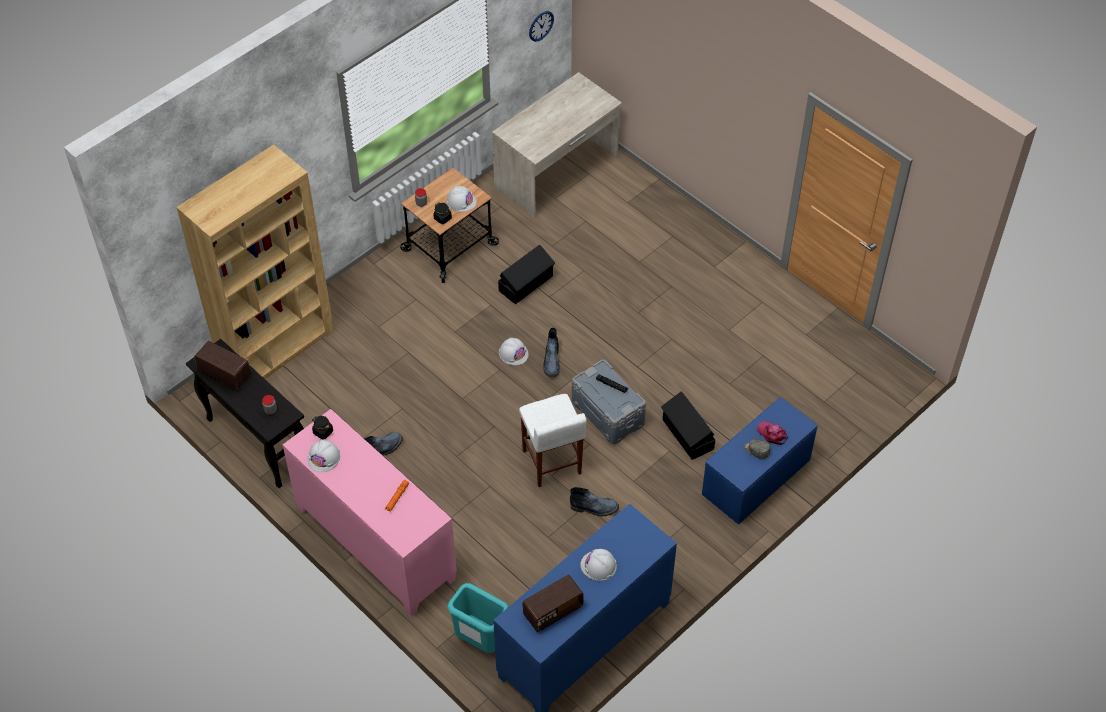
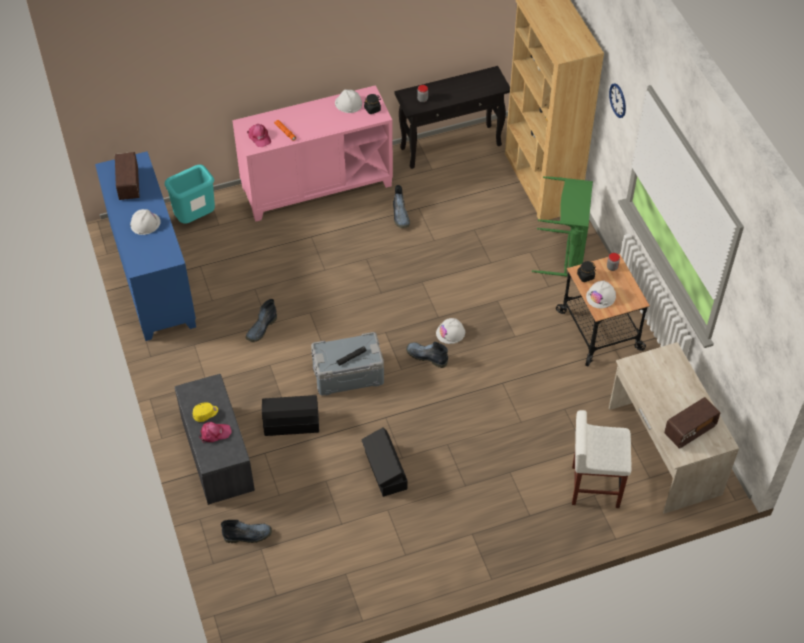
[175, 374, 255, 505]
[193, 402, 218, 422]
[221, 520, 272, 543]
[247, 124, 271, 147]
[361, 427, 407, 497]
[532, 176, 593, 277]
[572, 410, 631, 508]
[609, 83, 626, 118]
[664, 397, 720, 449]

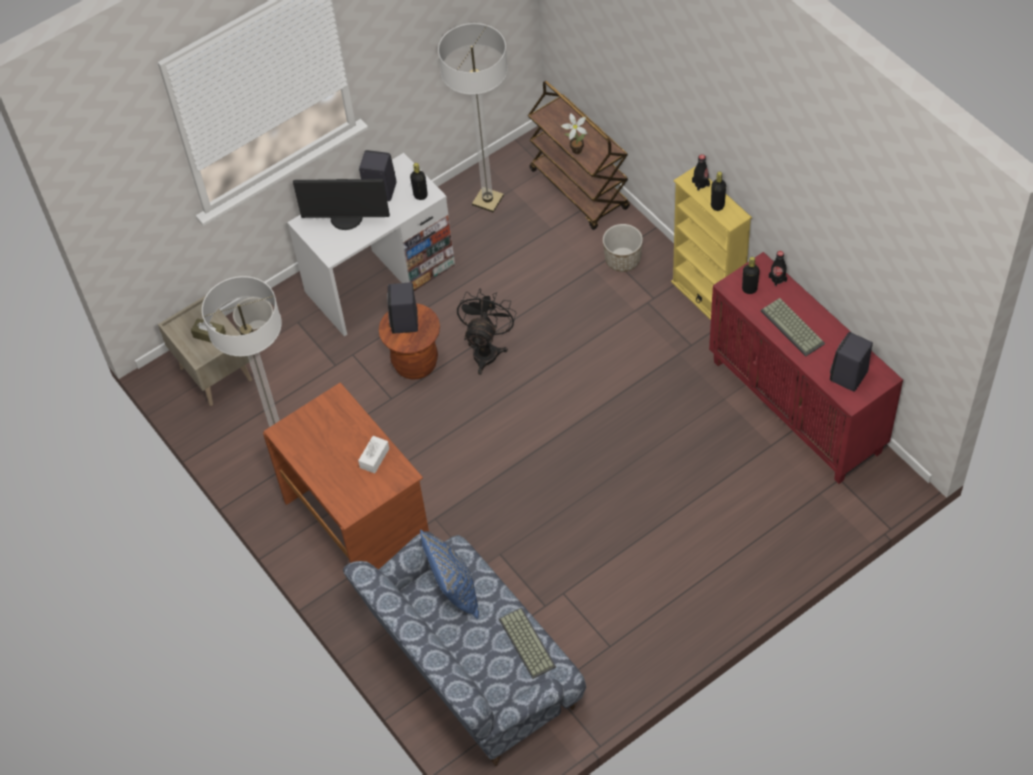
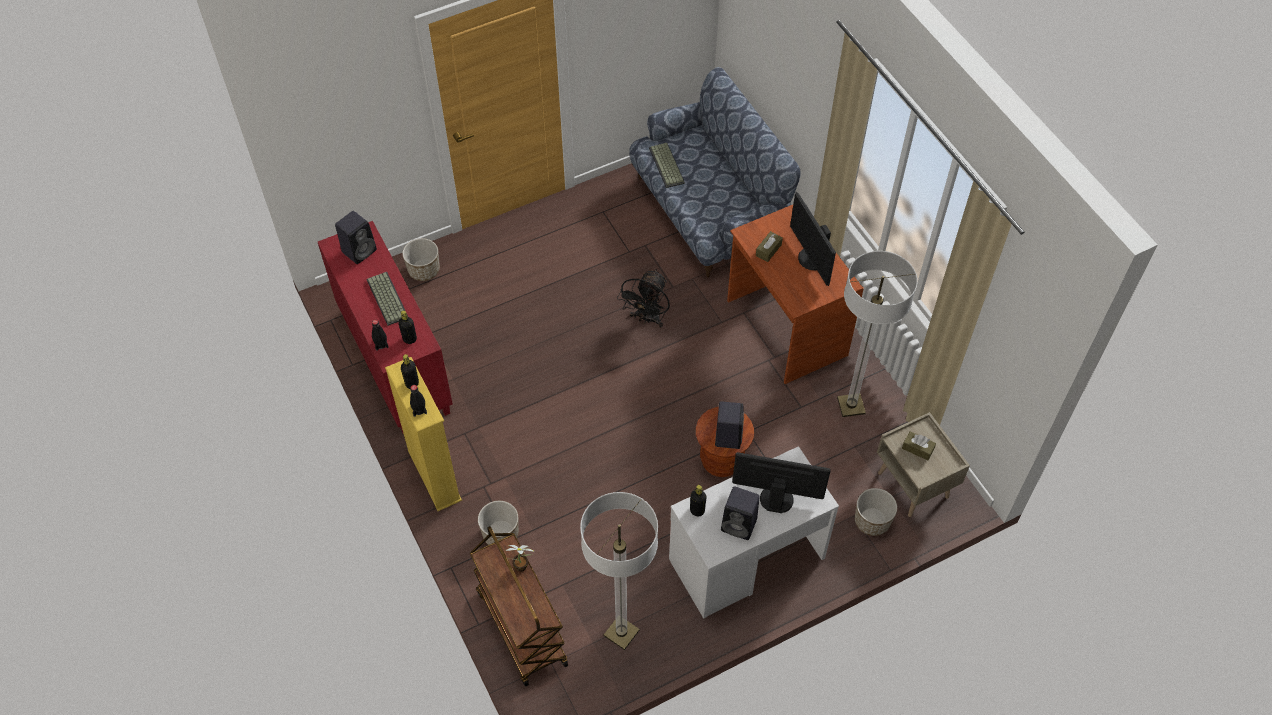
[402, 238, 440, 281]
[617, 269, 670, 327]
[756, 231, 783, 262]
[790, 192, 836, 286]
[420, 530, 479, 619] (first image)

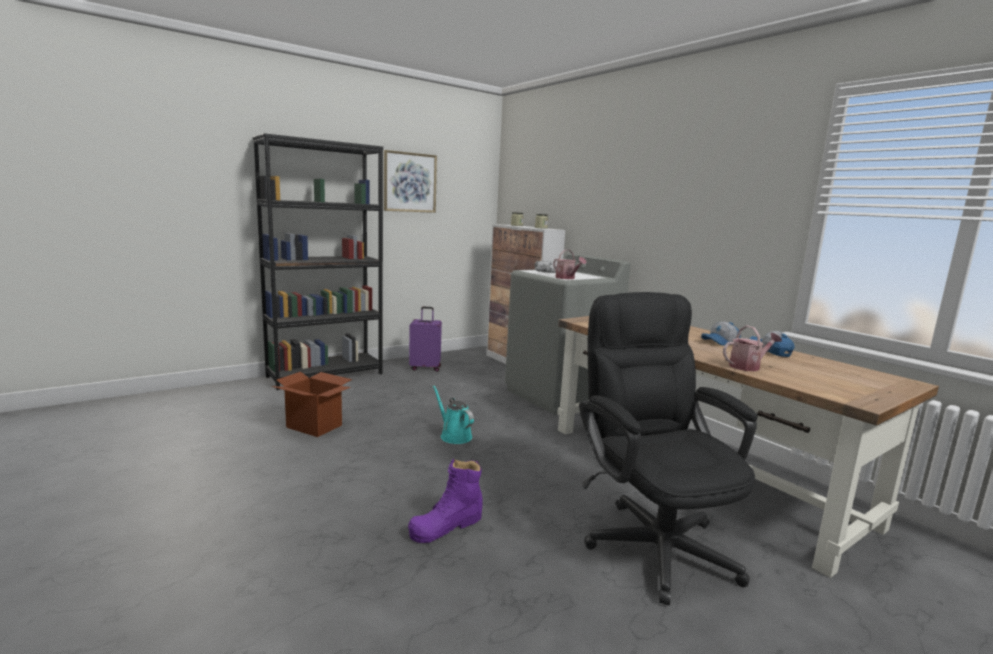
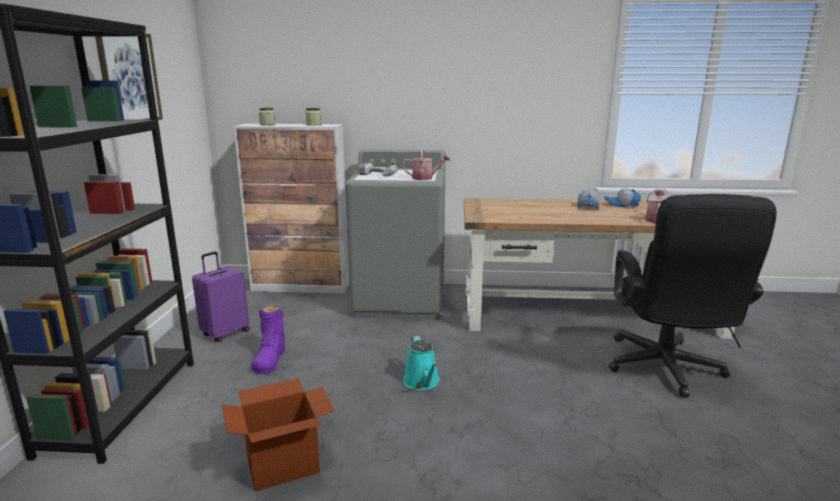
[251, 305, 285, 374]
[403, 336, 440, 390]
[609, 194, 777, 397]

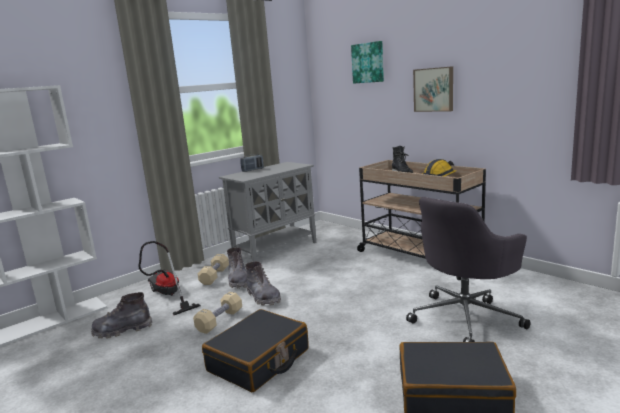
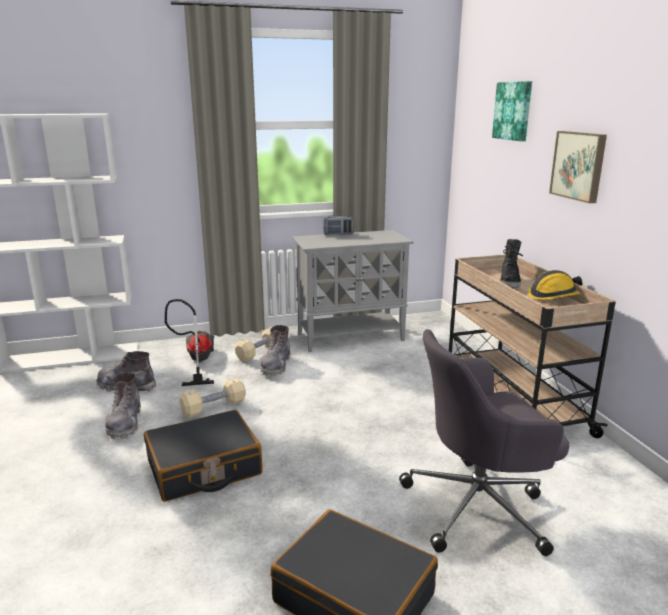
[105, 373, 141, 439]

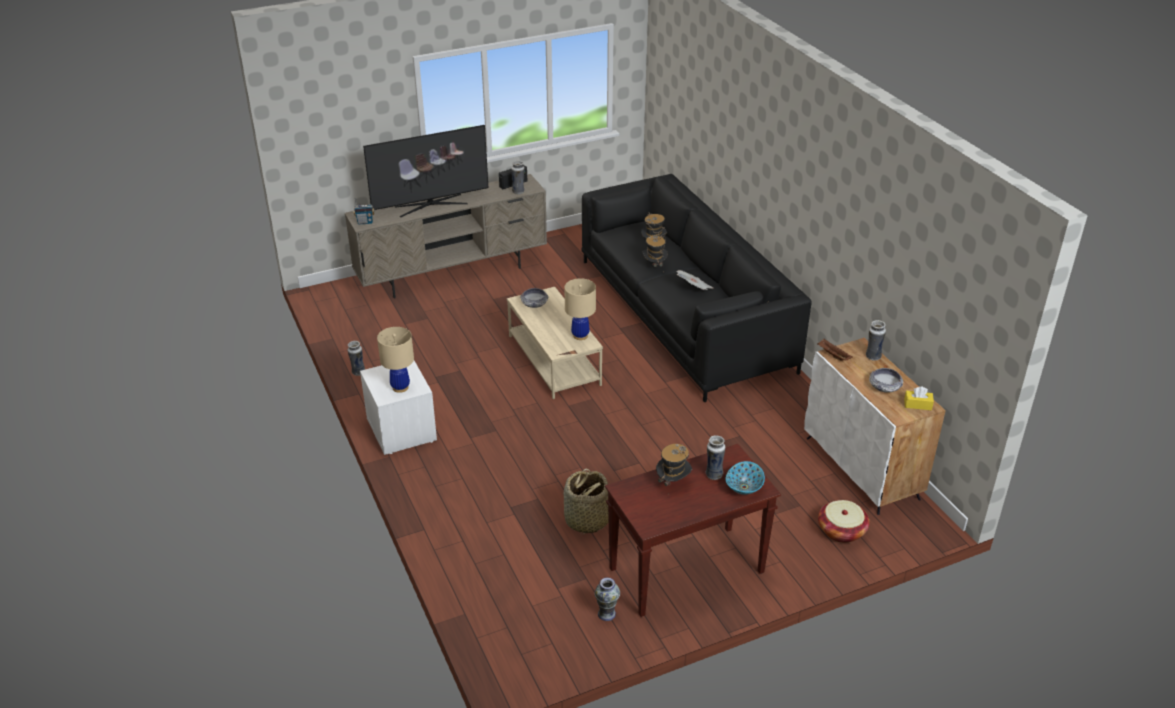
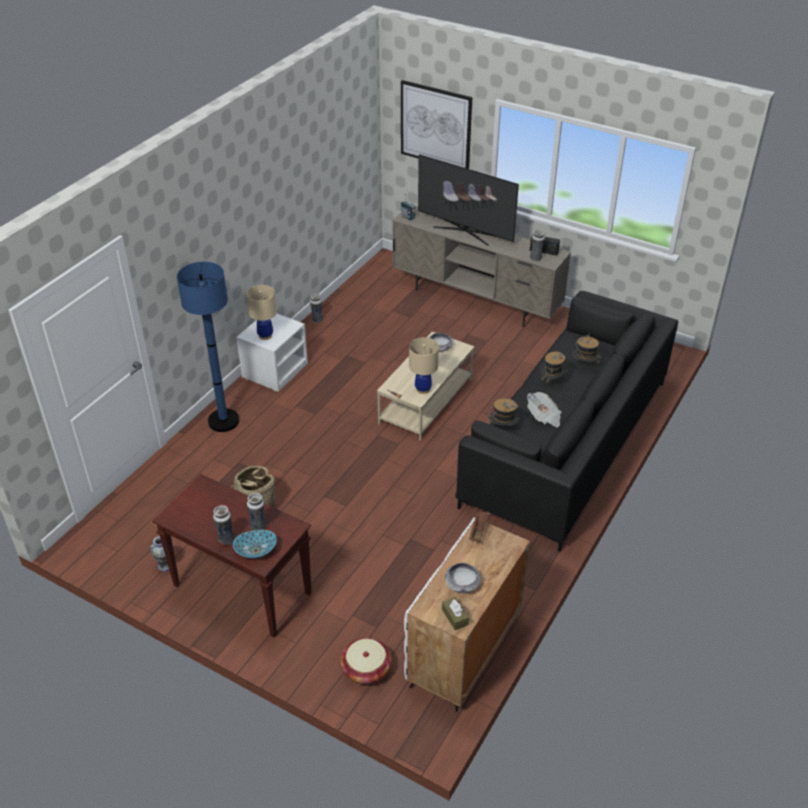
[177, 262, 239, 432]
[213, 505, 235, 545]
[401, 80, 472, 169]
[442, 597, 469, 630]
[488, 398, 519, 426]

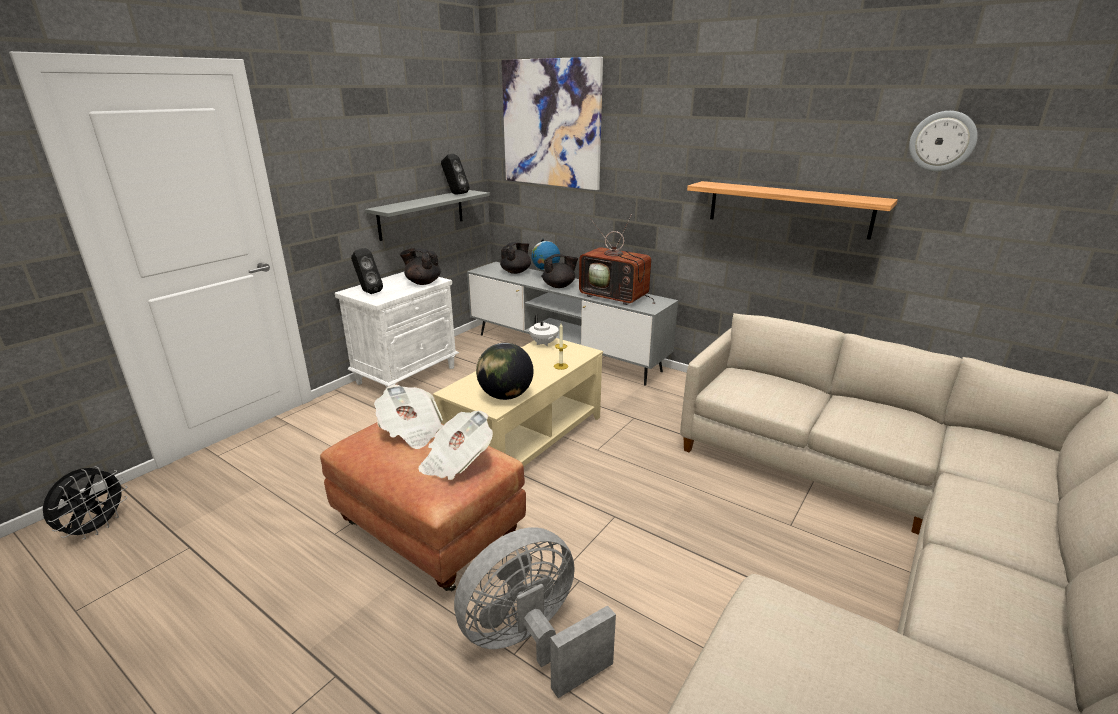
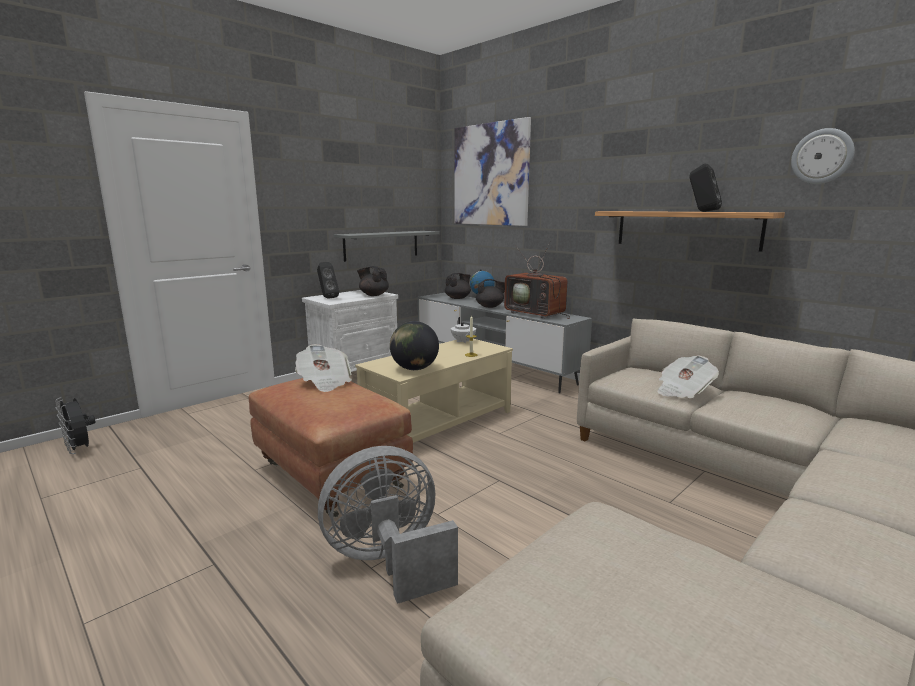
[55, 398, 96, 454]
[657, 356, 719, 398]
[689, 163, 722, 212]

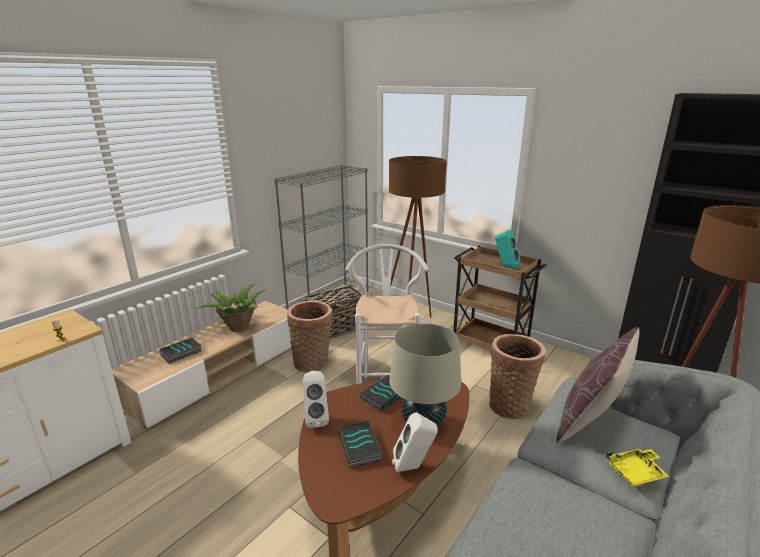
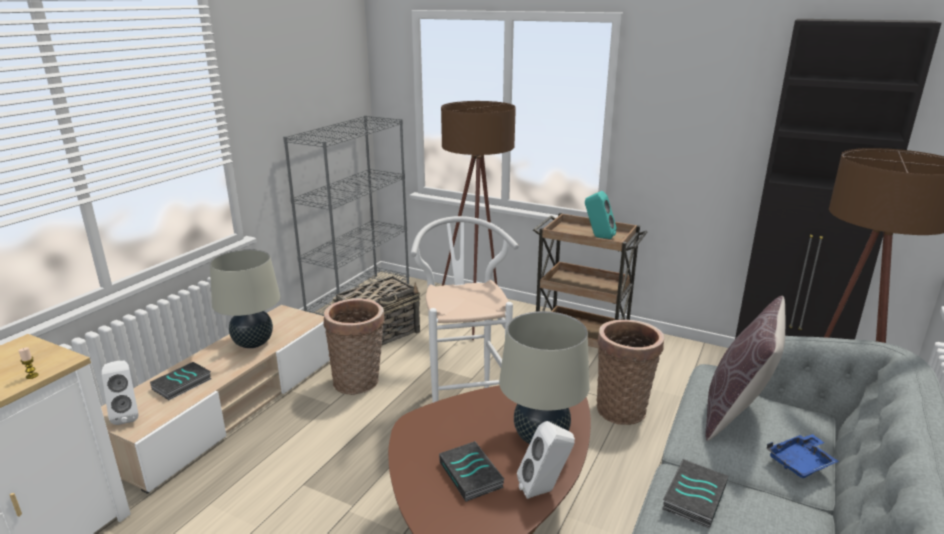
[102, 361, 139, 425]
[210, 249, 280, 348]
[662, 459, 728, 528]
[767, 434, 839, 478]

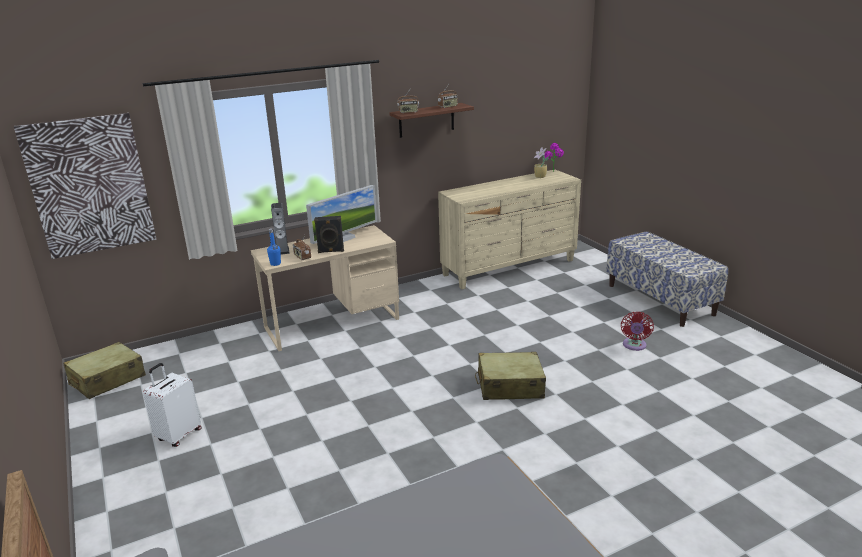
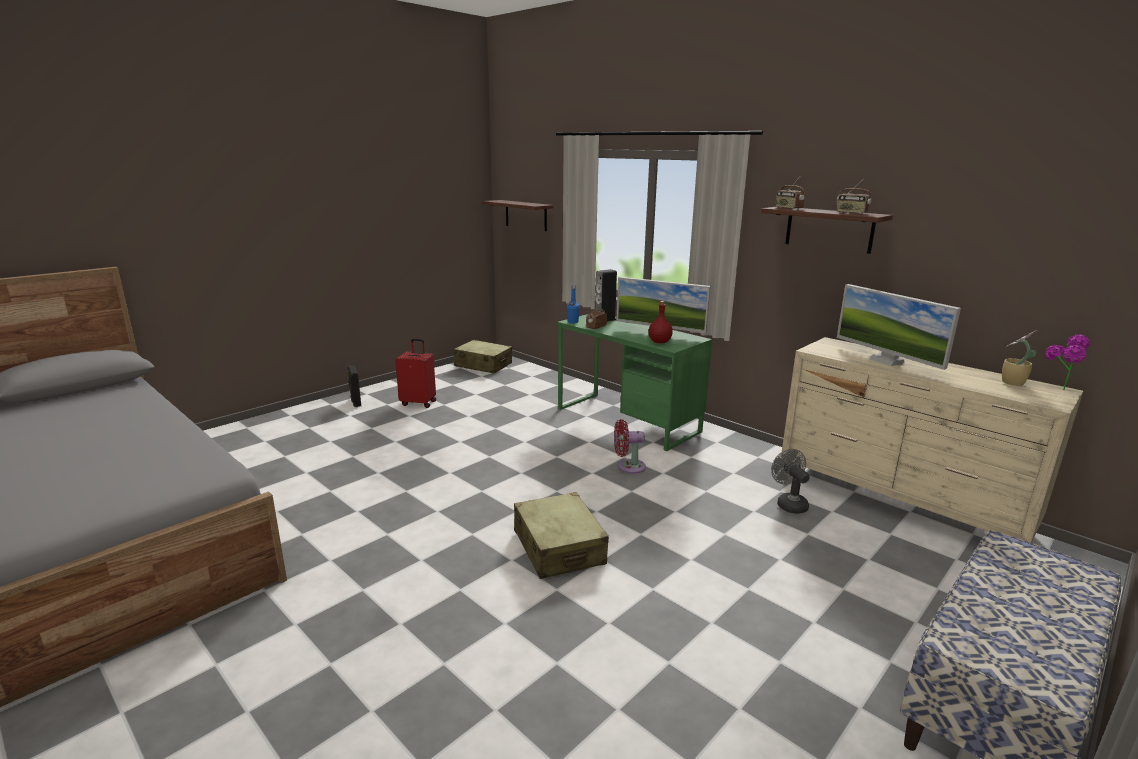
[347, 365, 361, 407]
[395, 339, 436, 408]
[482, 200, 554, 231]
[557, 314, 712, 451]
[614, 419, 646, 474]
[649, 301, 673, 343]
[771, 449, 810, 514]
[837, 284, 961, 370]

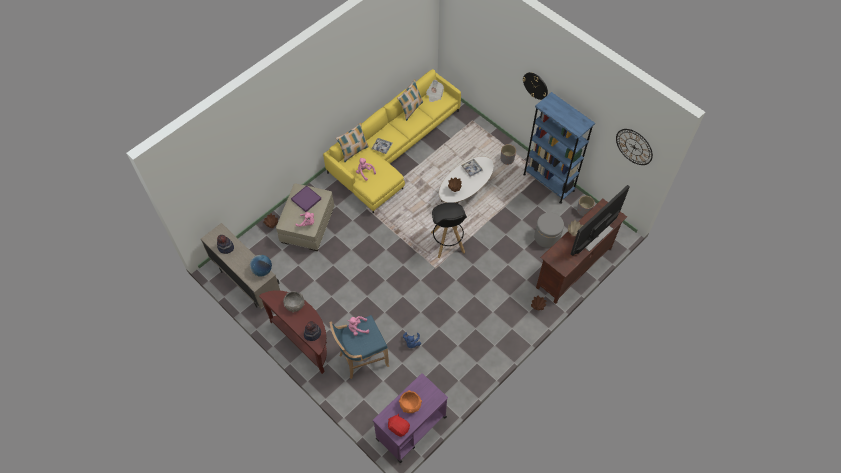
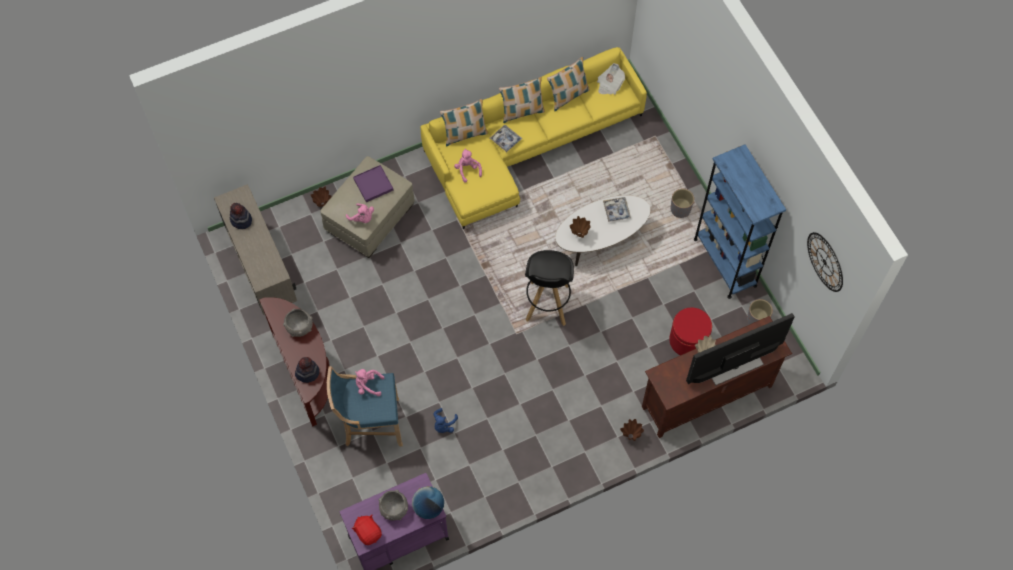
[378, 490, 408, 520]
[412, 486, 444, 519]
[499, 77, 545, 123]
[669, 307, 712, 355]
[523, 72, 548, 100] (first image)

